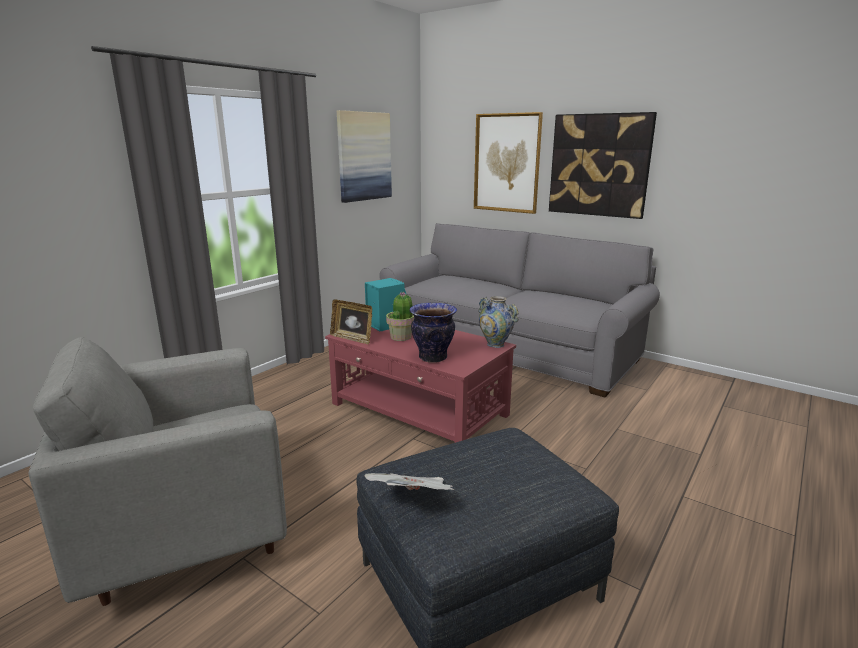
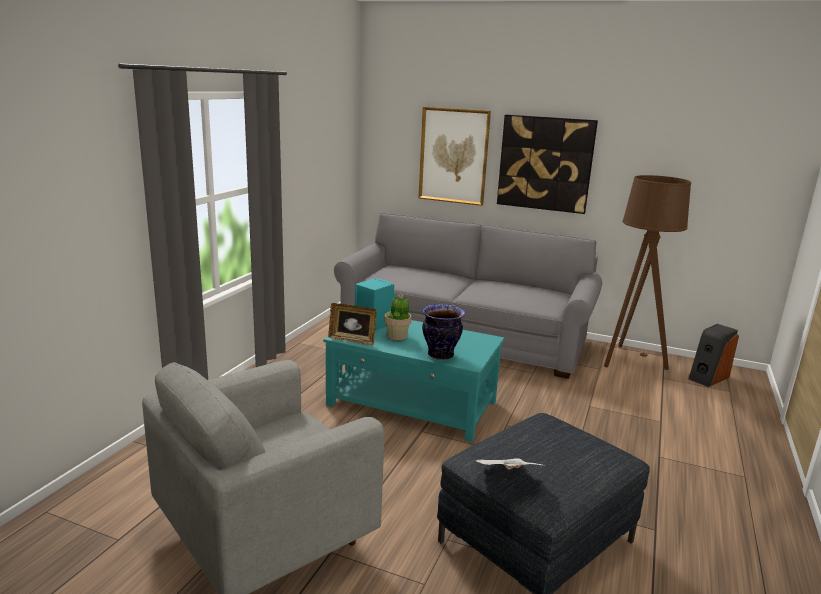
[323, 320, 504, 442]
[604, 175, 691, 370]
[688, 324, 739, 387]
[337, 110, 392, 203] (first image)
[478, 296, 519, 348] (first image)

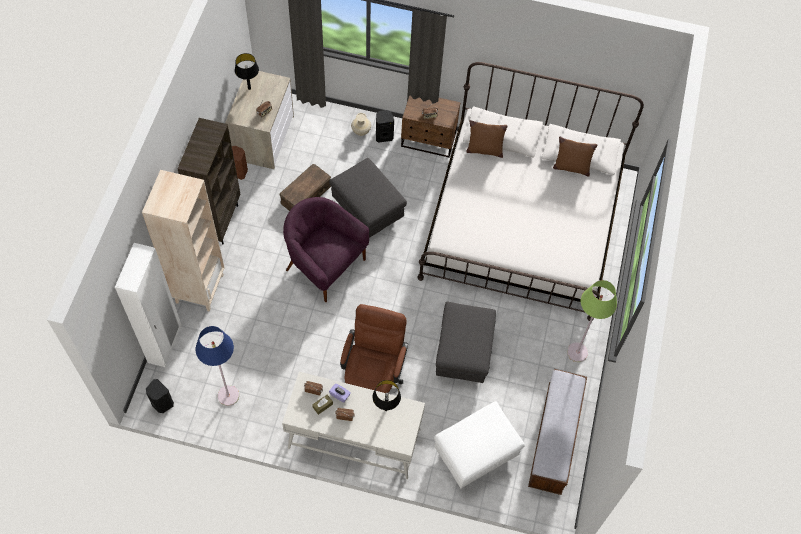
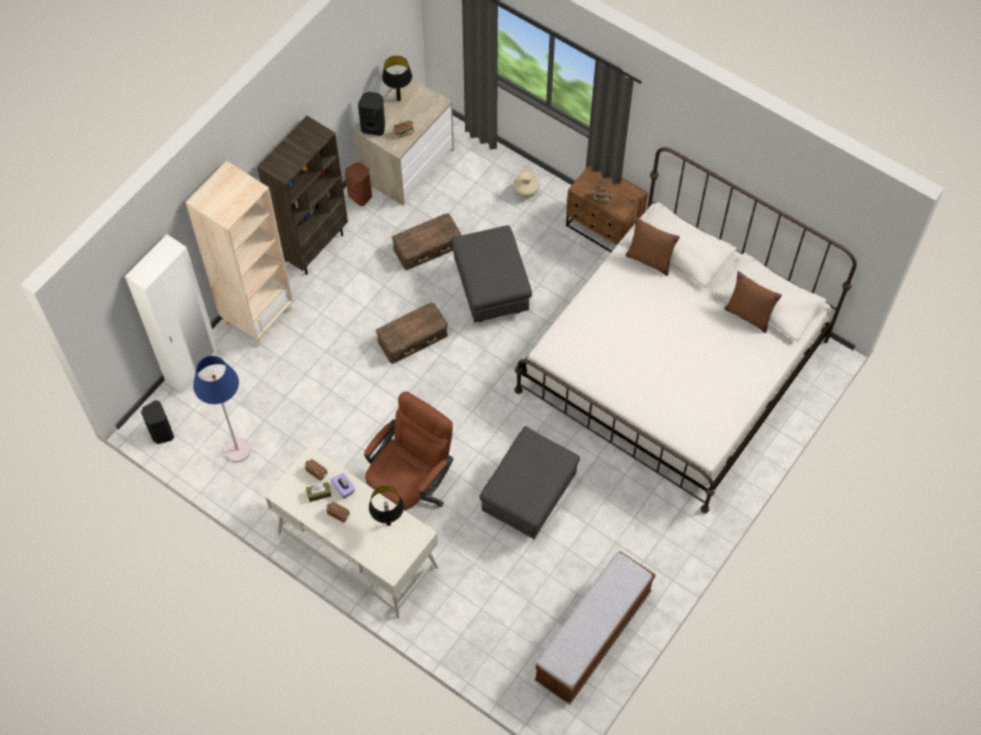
[358, 92, 385, 136]
[376, 303, 448, 364]
[434, 401, 525, 488] (first image)
[567, 280, 617, 362] (first image)

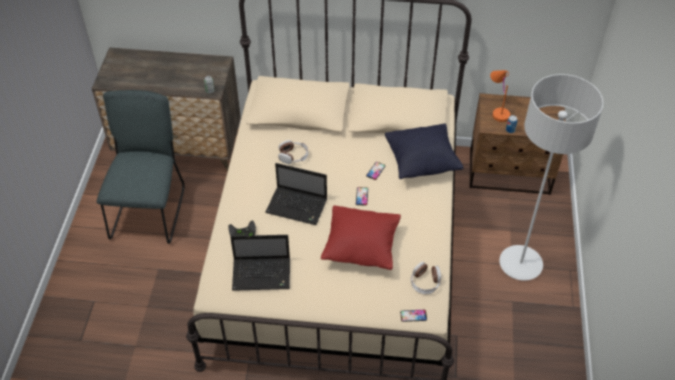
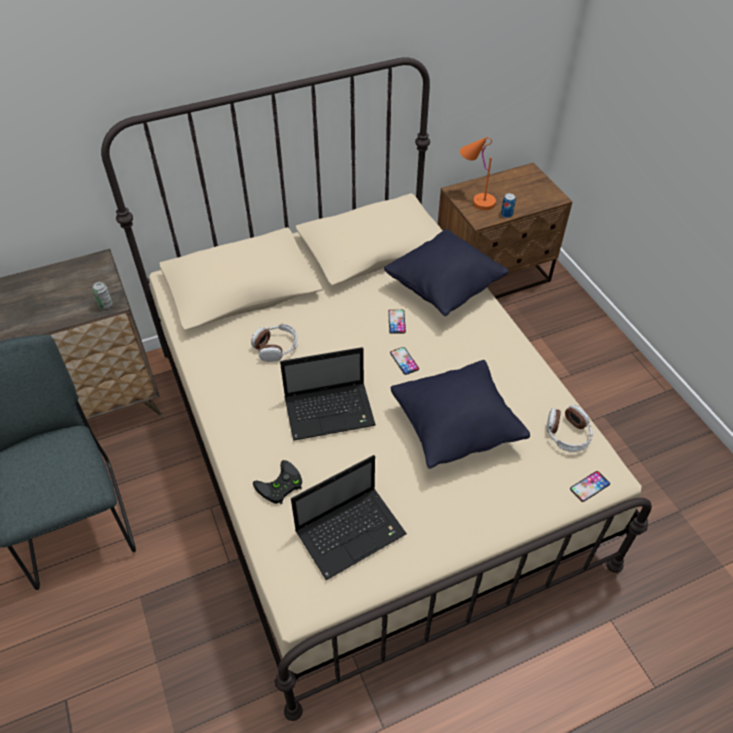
[391, 360, 530, 469]
[499, 74, 604, 281] (first image)

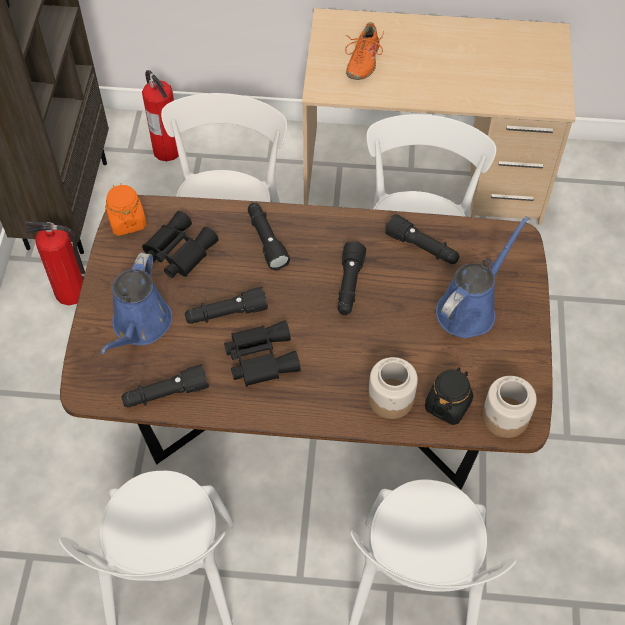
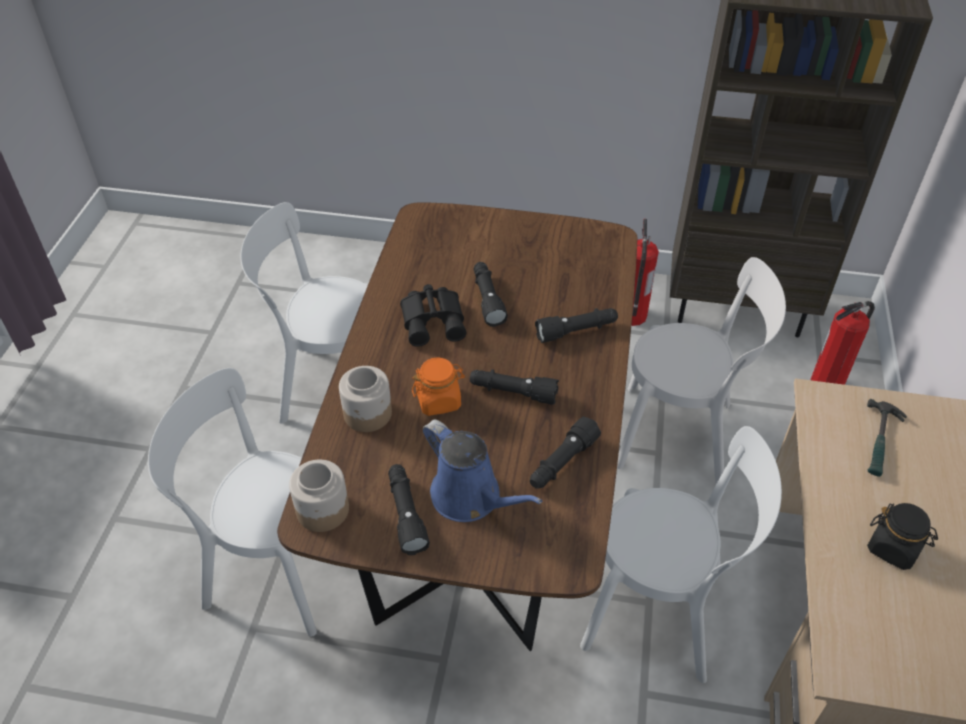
[388, 464, 430, 555]
[412, 357, 465, 416]
[867, 399, 907, 477]
[867, 503, 938, 570]
[100, 252, 172, 354] (first image)
[142, 211, 219, 278] (first image)

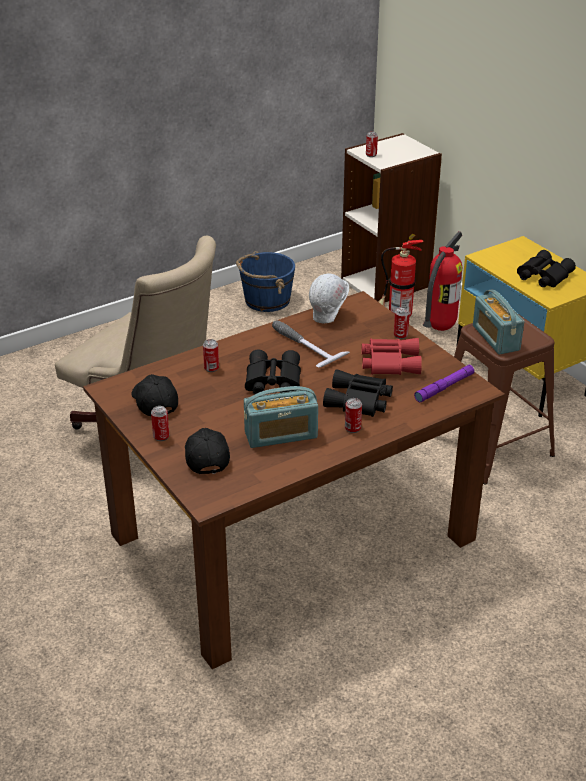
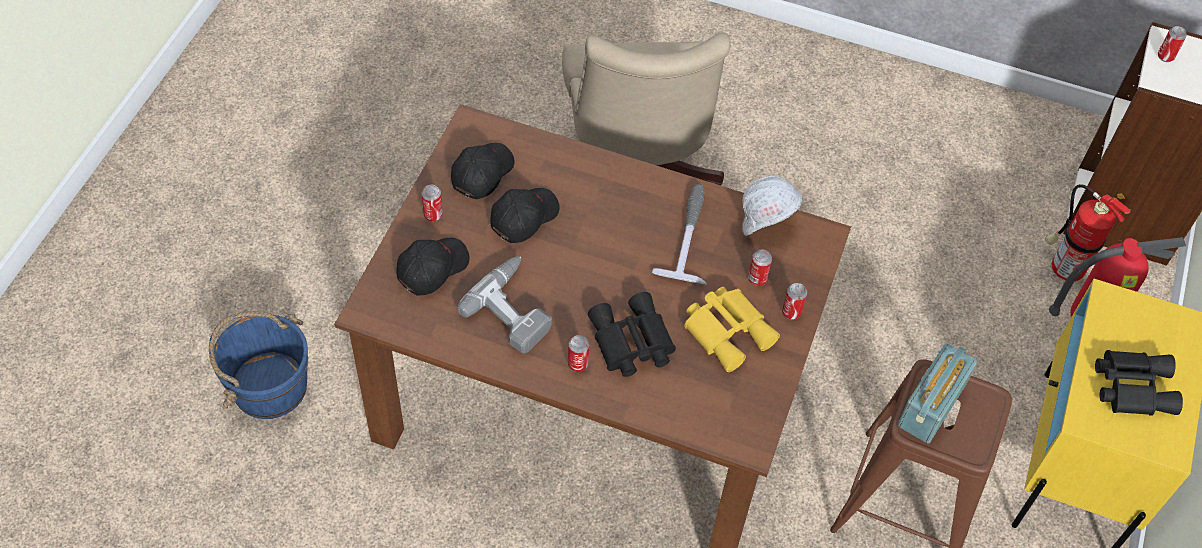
[209, 312, 308, 419]
[457, 256, 552, 354]
[490, 188, 560, 243]
[684, 287, 780, 372]
[748, 249, 772, 286]
[245, 349, 301, 395] (first image)
[414, 365, 474, 402] (first image)

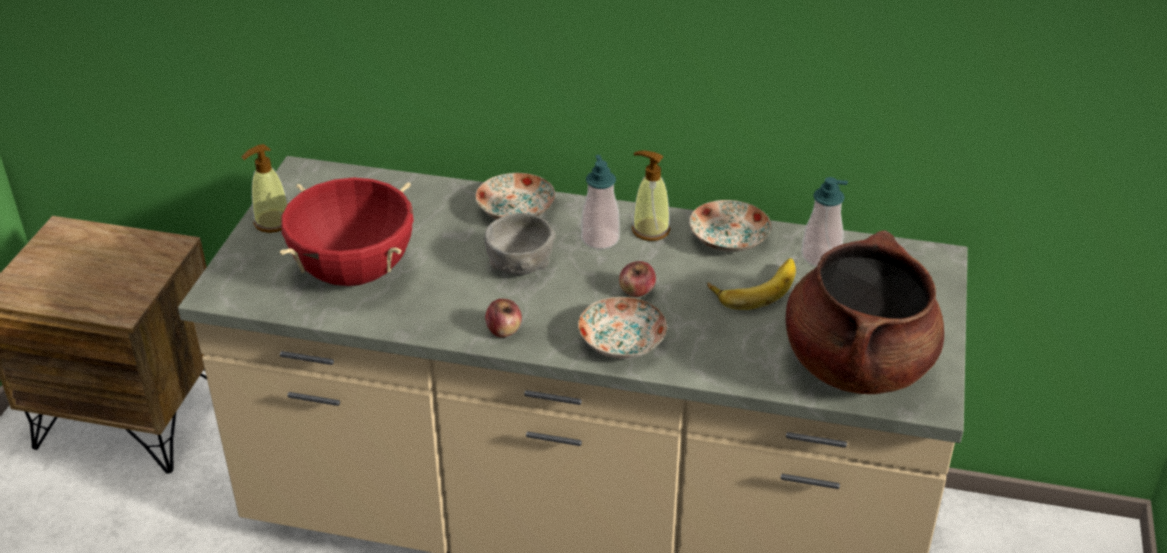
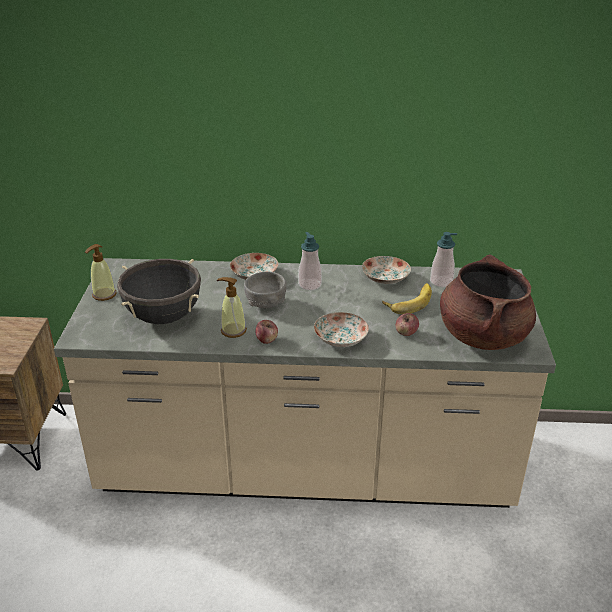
[117, 259, 201, 324]
[217, 277, 247, 338]
[396, 313, 419, 336]

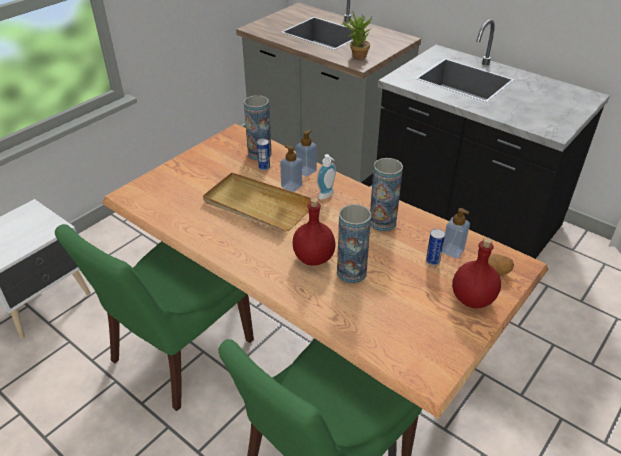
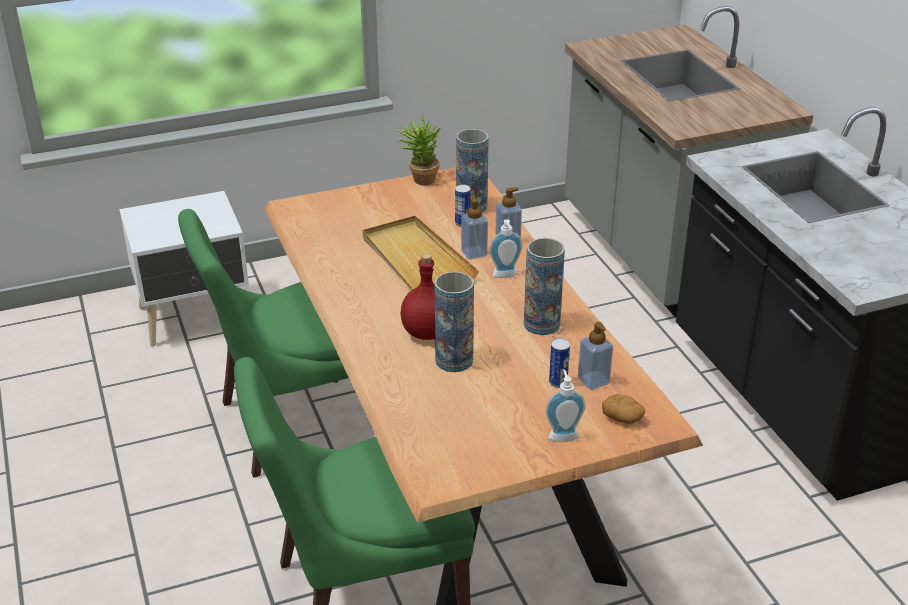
[395, 115, 441, 185]
[546, 369, 586, 442]

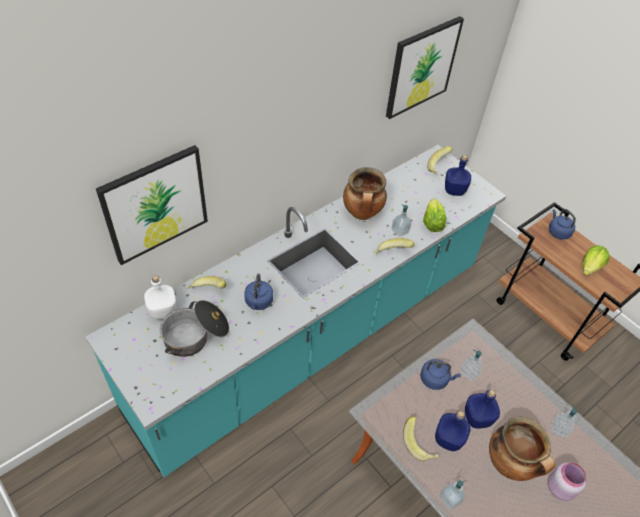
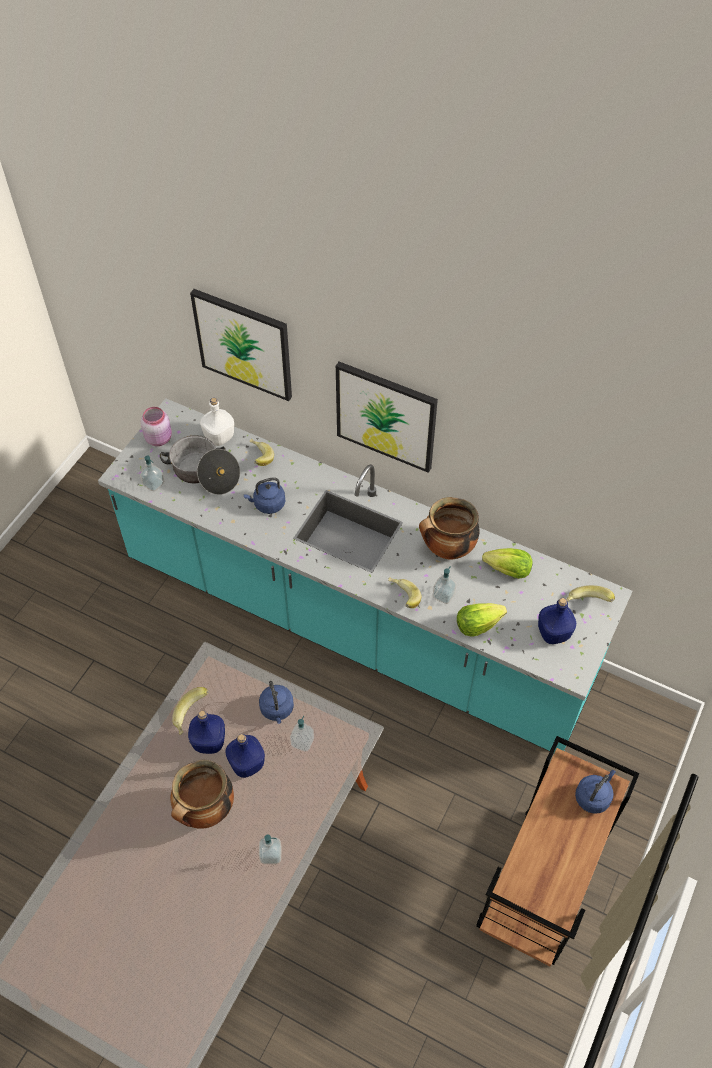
[140, 456, 164, 491]
[141, 407, 172, 446]
[336, 362, 438, 473]
[482, 548, 533, 579]

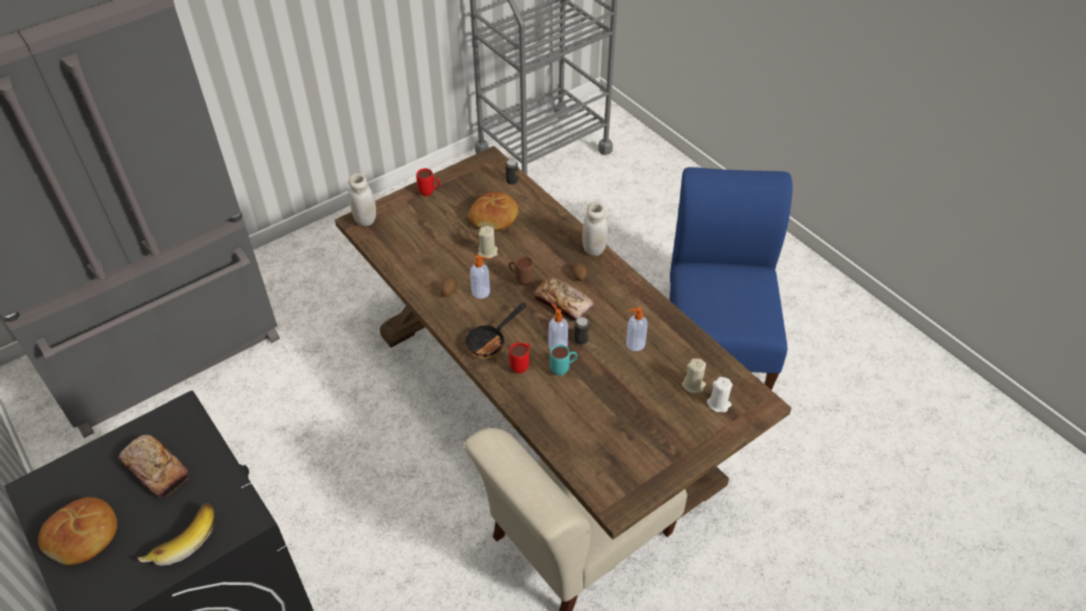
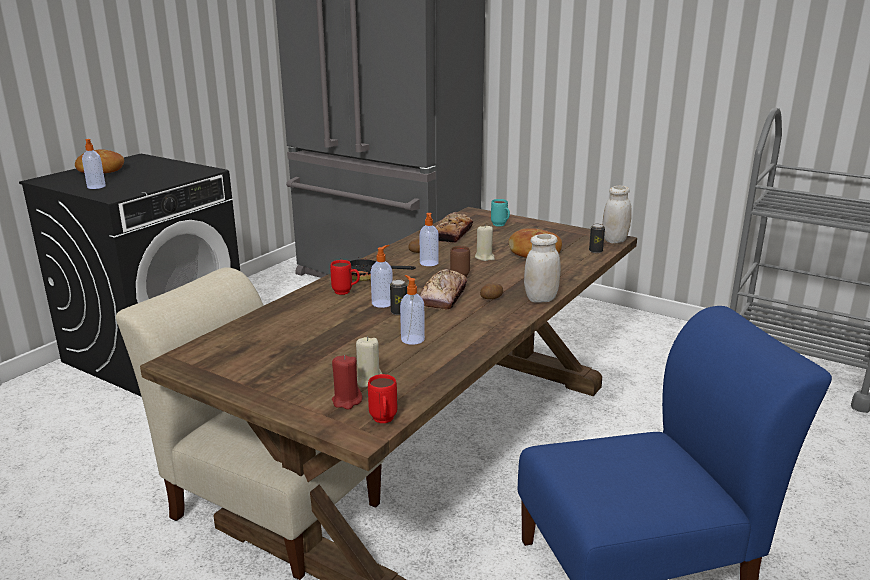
[82, 139, 106, 189]
[332, 355, 362, 410]
[368, 374, 397, 423]
[435, 212, 473, 243]
[491, 199, 510, 227]
[602, 186, 632, 244]

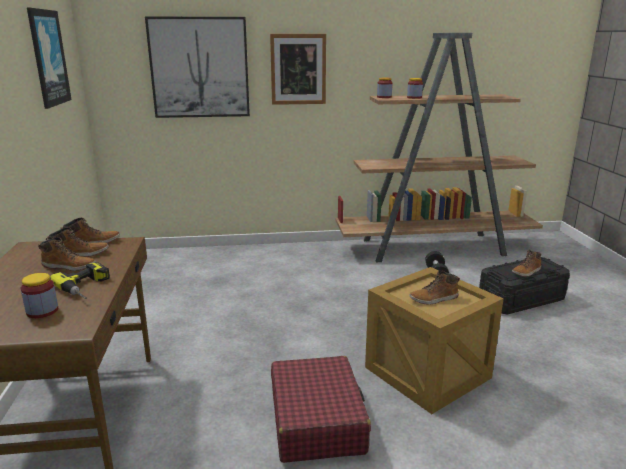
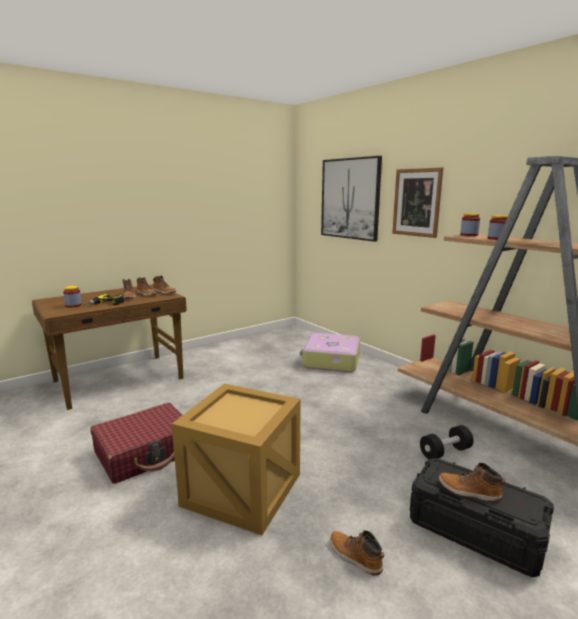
[300, 333, 360, 372]
[330, 530, 384, 576]
[27, 8, 72, 109] (first image)

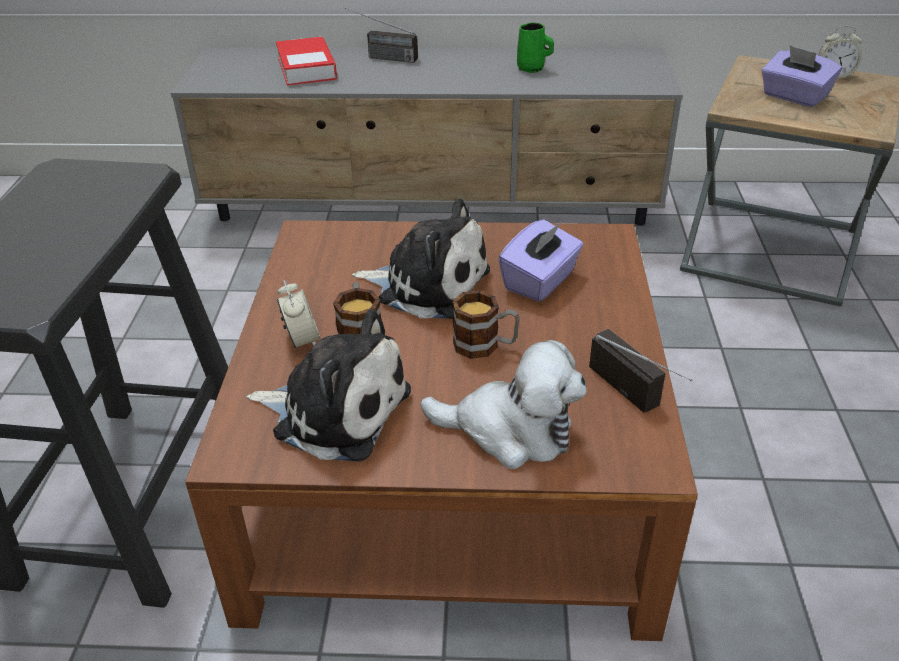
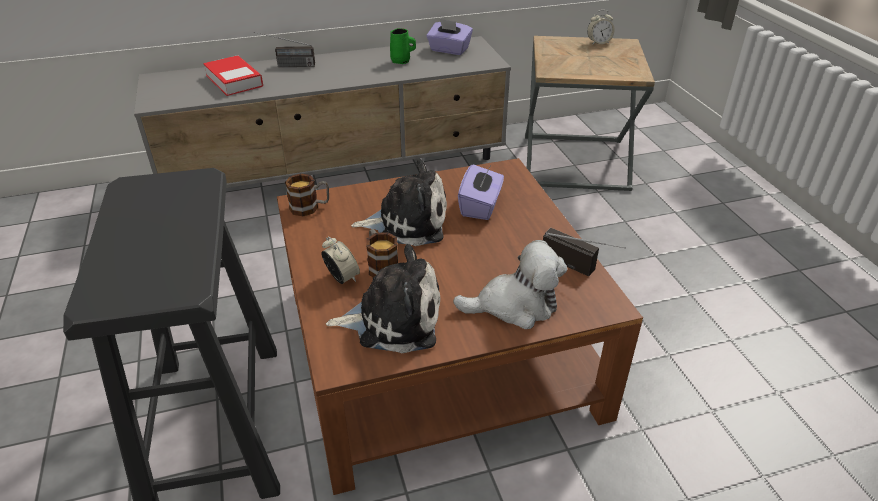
[285, 174, 329, 216]
[427, 19, 473, 55]

